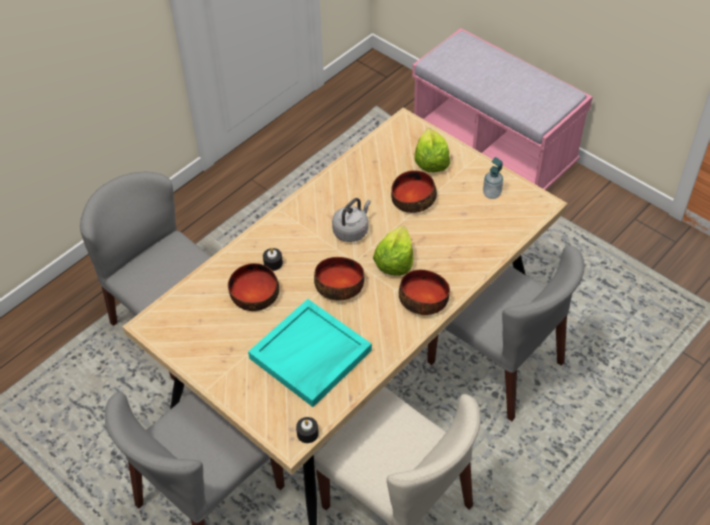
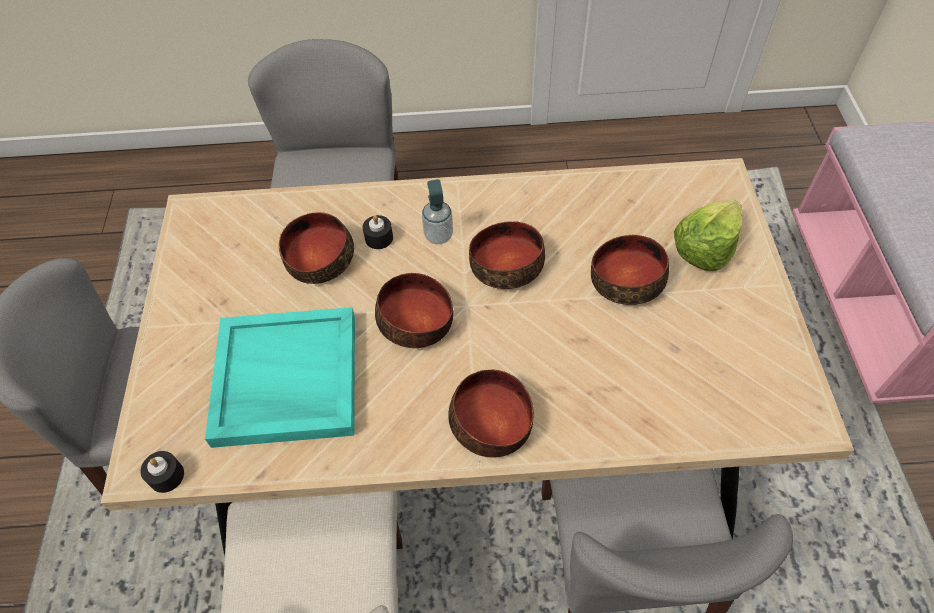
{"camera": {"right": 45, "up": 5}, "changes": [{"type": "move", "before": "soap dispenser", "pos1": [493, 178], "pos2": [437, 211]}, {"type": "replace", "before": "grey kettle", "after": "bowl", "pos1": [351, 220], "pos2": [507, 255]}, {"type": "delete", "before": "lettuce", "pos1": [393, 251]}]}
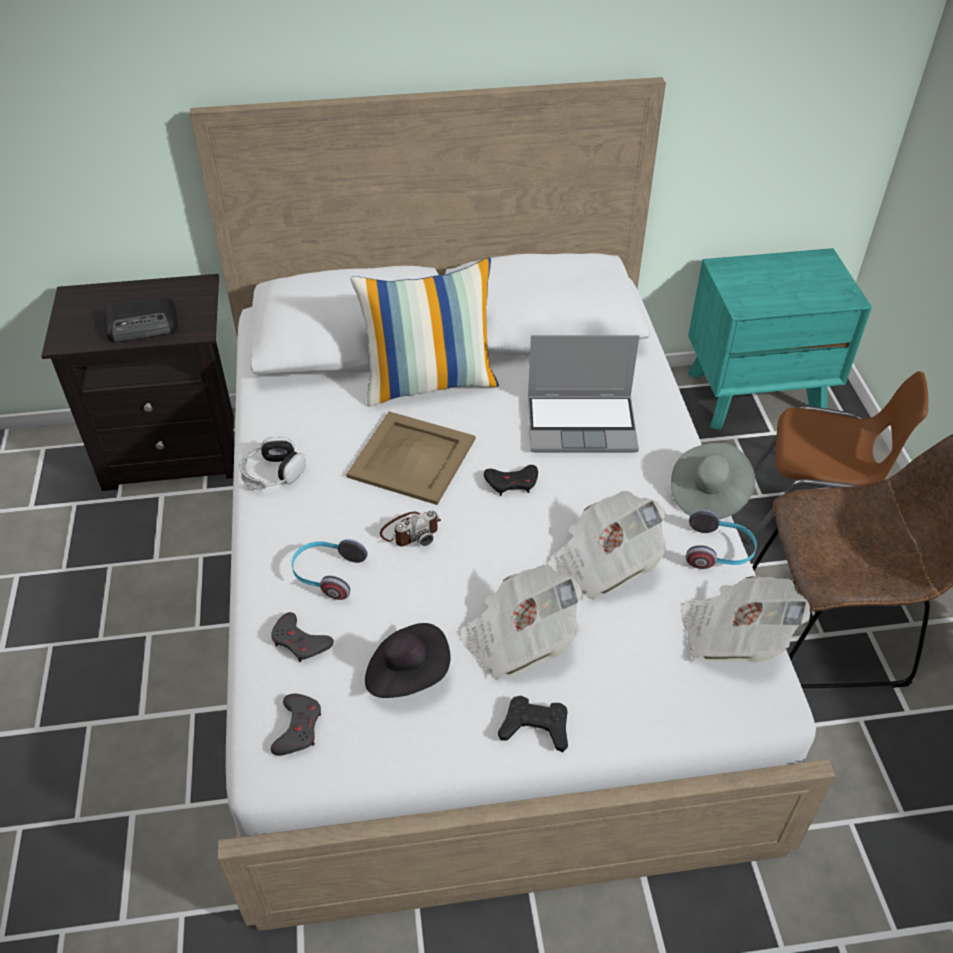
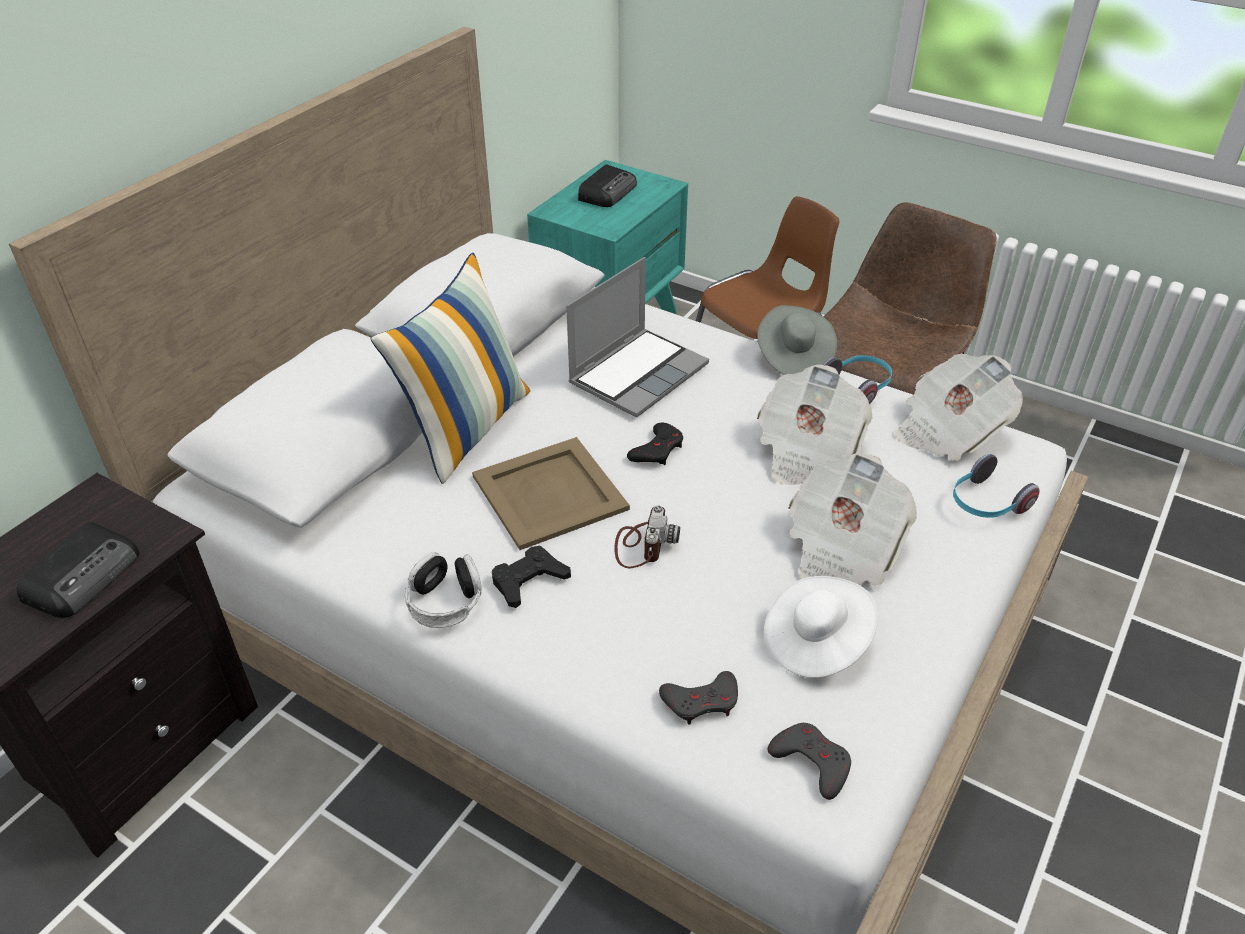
{"camera": {"right": -50, "up": -5}, "changes": [{"type": "move", "before": "black game controller", "pos1": [533, 723], "pos2": [531, 577]}, {"type": "insert", "after": "radio", "pos2": [607, 185]}, {"type": "recolor", "before": "black hat", "after": "white hat", "pos1": [408, 660], "pos2": [821, 627]}, {"type": "move", "before": "headphones", "pos1": [330, 569], "pos2": [996, 486]}]}
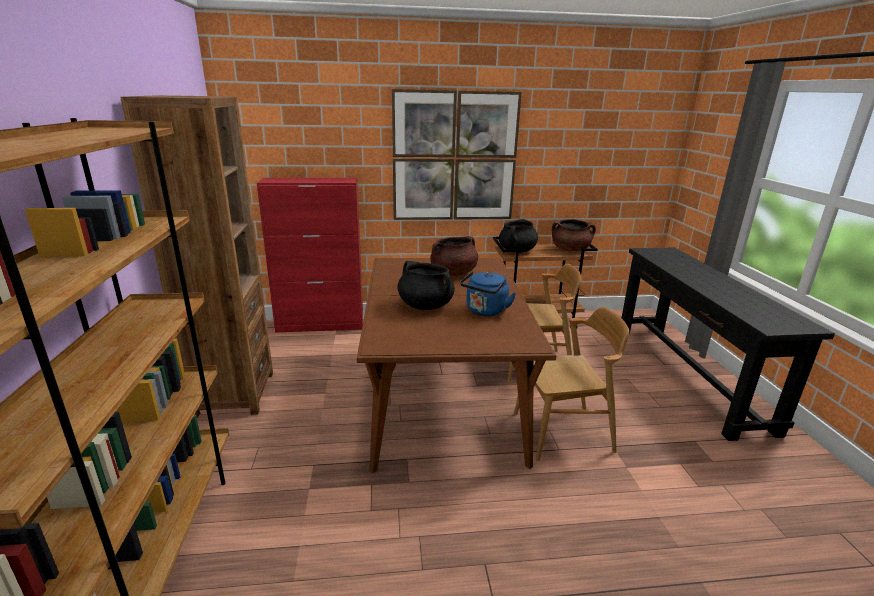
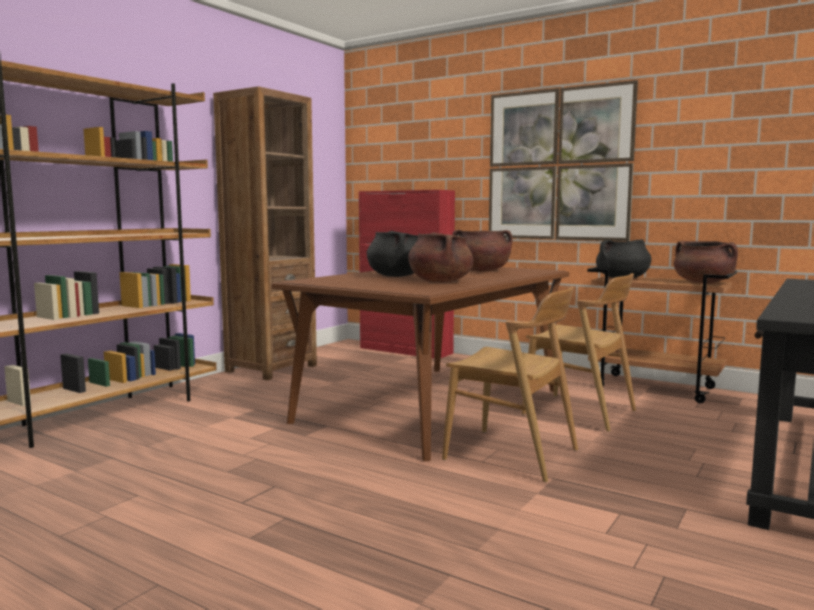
{"camera": {"right": 40, "up": -15}, "changes": [{"type": "replace", "before": "blue kettle", "after": "brown cooking pot", "pos1": [488, 293], "pos2": [441, 257]}]}
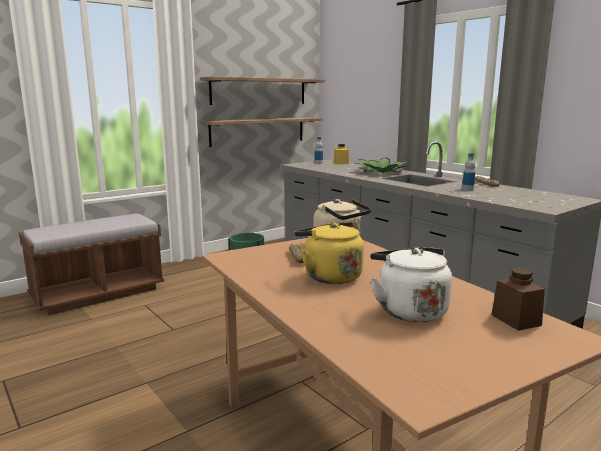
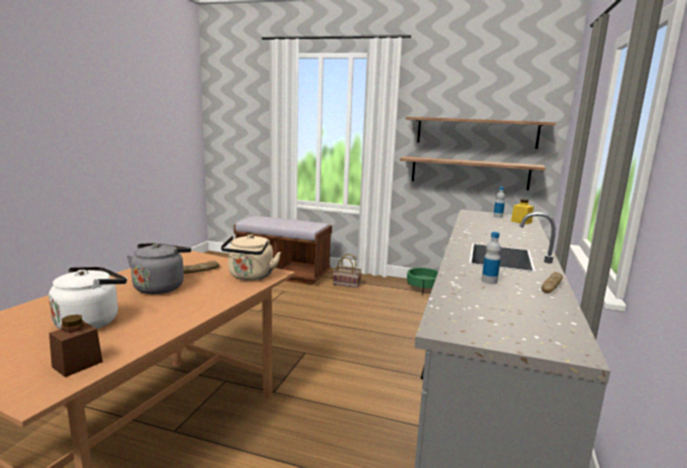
{"camera": {"right": 55, "up": 0}, "changes": [{"type": "recolor", "before": "yellow kettle", "after": "grey kettle", "pos1": [329, 253], "pos2": [159, 268]}, {"type": "insert", "after": "basket", "pos2": [347, 271]}, {"type": "delete", "before": "potted plant", "pos1": [381, 165]}]}
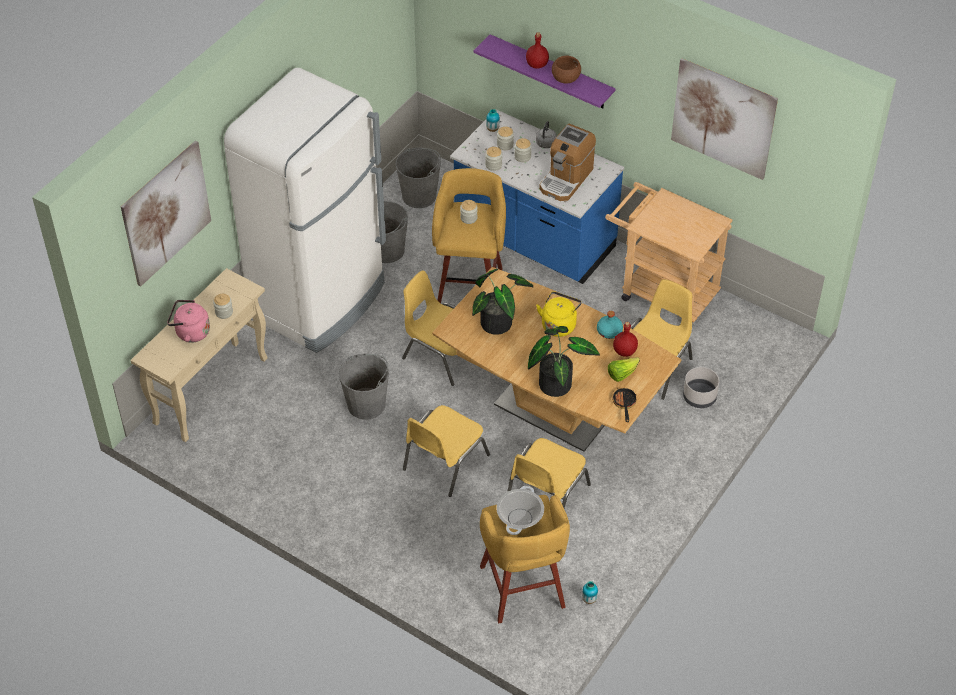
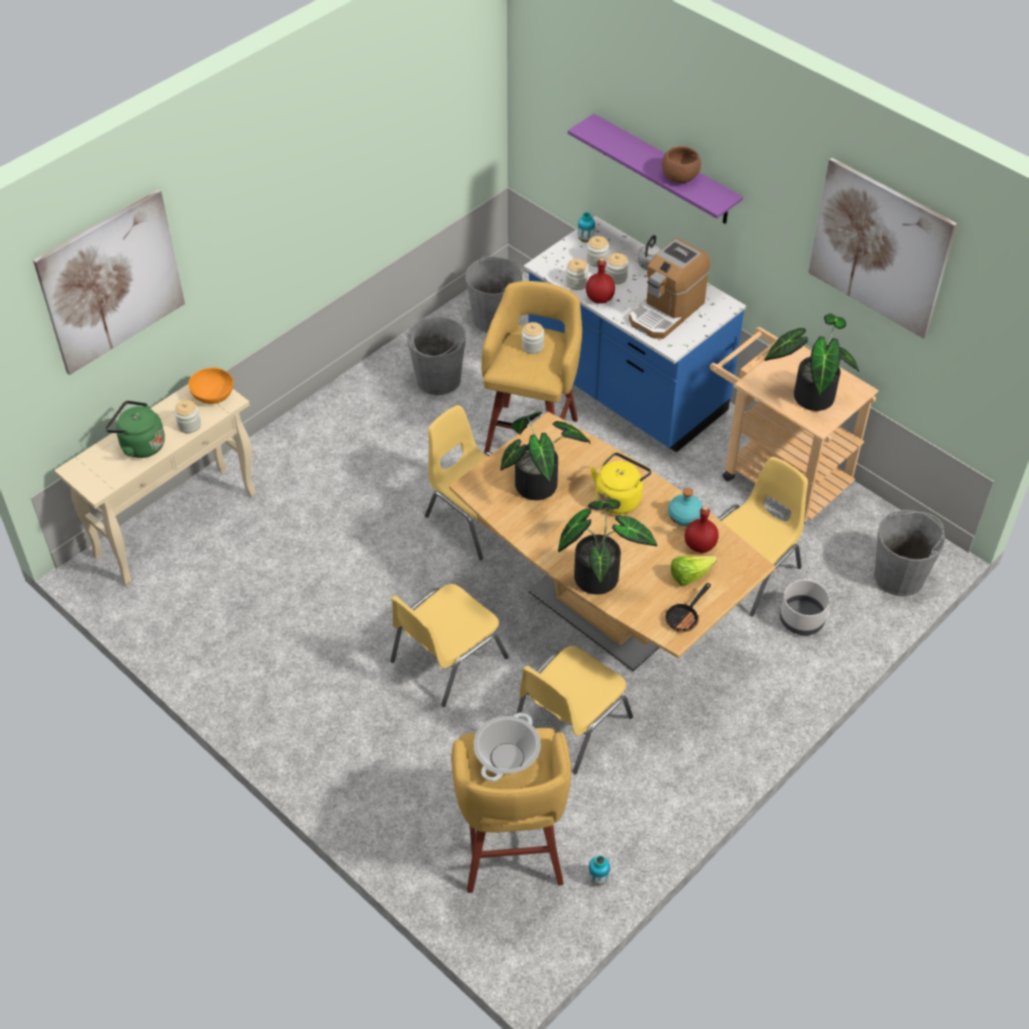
{"camera": {"right": 10, "up": 0}, "changes": [{"type": "recolor", "before": "pink kettle", "after": "green kettle", "pos1": [188, 321], "pos2": [135, 429]}, {"type": "insert", "after": "orange bowl", "pos2": [211, 385]}, {"type": "move", "before": "red bottle", "pos1": [537, 50], "pos2": [600, 281]}, {"type": "rotate", "before": "frying pan", "pos1": [625, 405], "pos2": [688, 608], "turn": -150}, {"type": "insert", "after": "potted plant", "pos2": [812, 362]}, {"type": "move", "before": "grey bucket", "pos1": [364, 386], "pos2": [909, 553]}, {"type": "delete", "before": "white fridge", "pos1": [305, 210]}]}
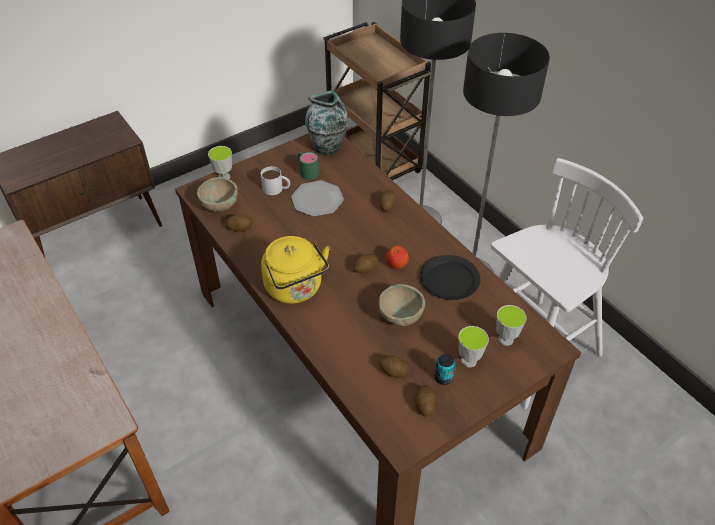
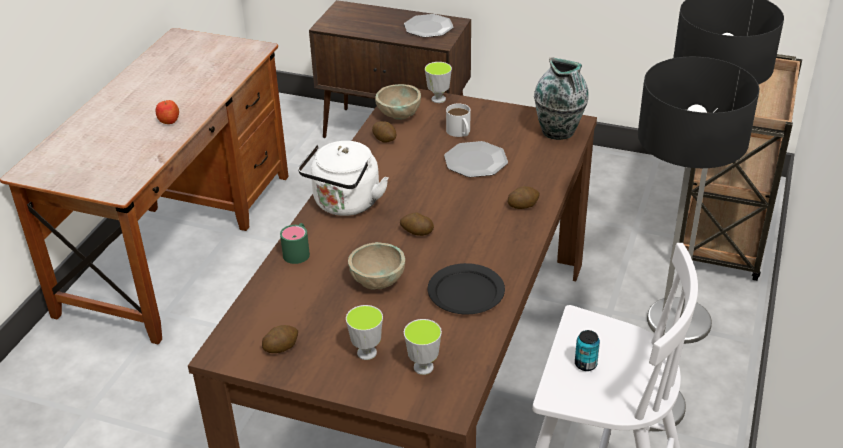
{"camera": {"right": 55, "up": -10}, "changes": [{"type": "move", "before": "apple", "pos1": [397, 257], "pos2": [167, 112]}, {"type": "move", "before": "green mug", "pos1": [308, 166], "pos2": [295, 243]}, {"type": "recolor", "before": "yellow kettle", "after": "white kettle", "pos1": [295, 270], "pos2": [343, 178]}, {"type": "insert", "after": "plate", "pos2": [429, 26]}, {"type": "move", "before": "can", "pos1": [445, 369], "pos2": [587, 350]}, {"type": "delete", "before": "potato", "pos1": [393, 367]}]}
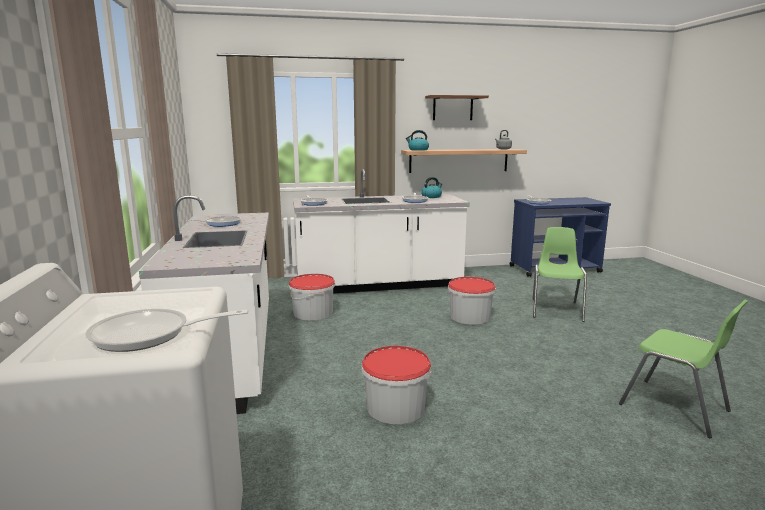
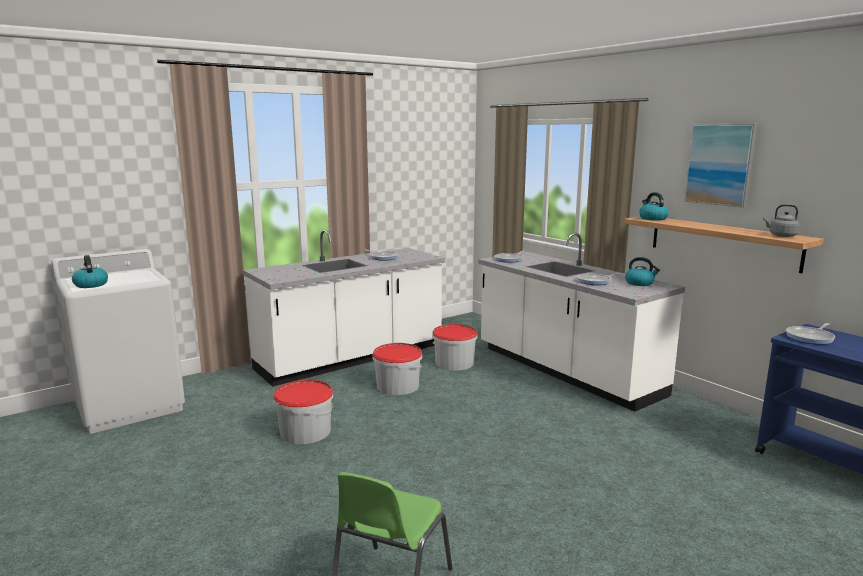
{"camera": {"right": 65, "up": 0}, "changes": [{"type": "replace", "before": "frying pan", "after": "kettle", "pos1": [166, 330], "pos2": [90, 271]}, {"type": "move", "before": "bucket", "pos1": [472, 301], "pos2": [397, 369]}, {"type": "replace", "before": "brown shelf", "after": "picture", "pos1": [457, 107], "pos2": [720, 165]}, {"type": "delete", "before": "green chair", "pos1": [559, 274]}]}
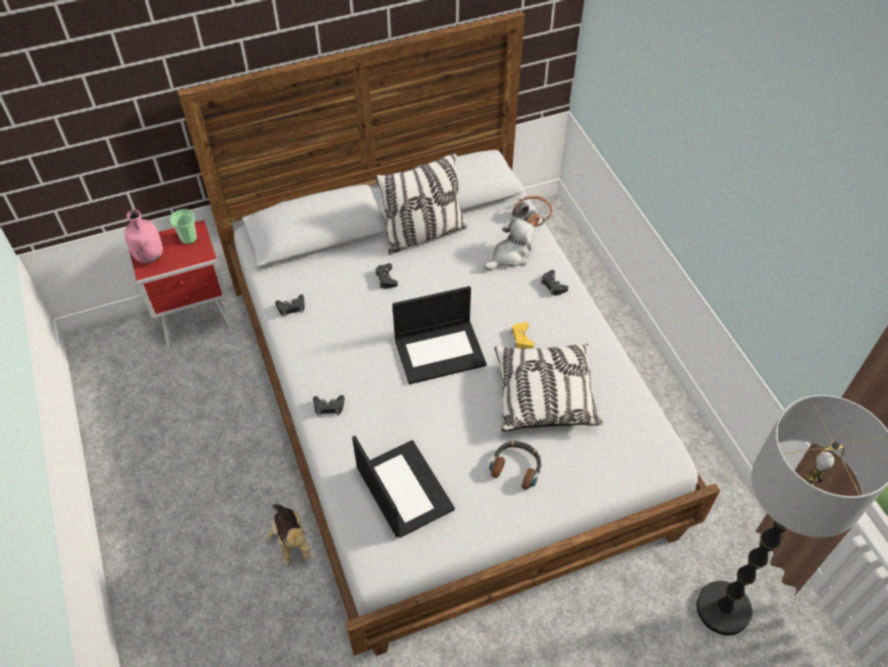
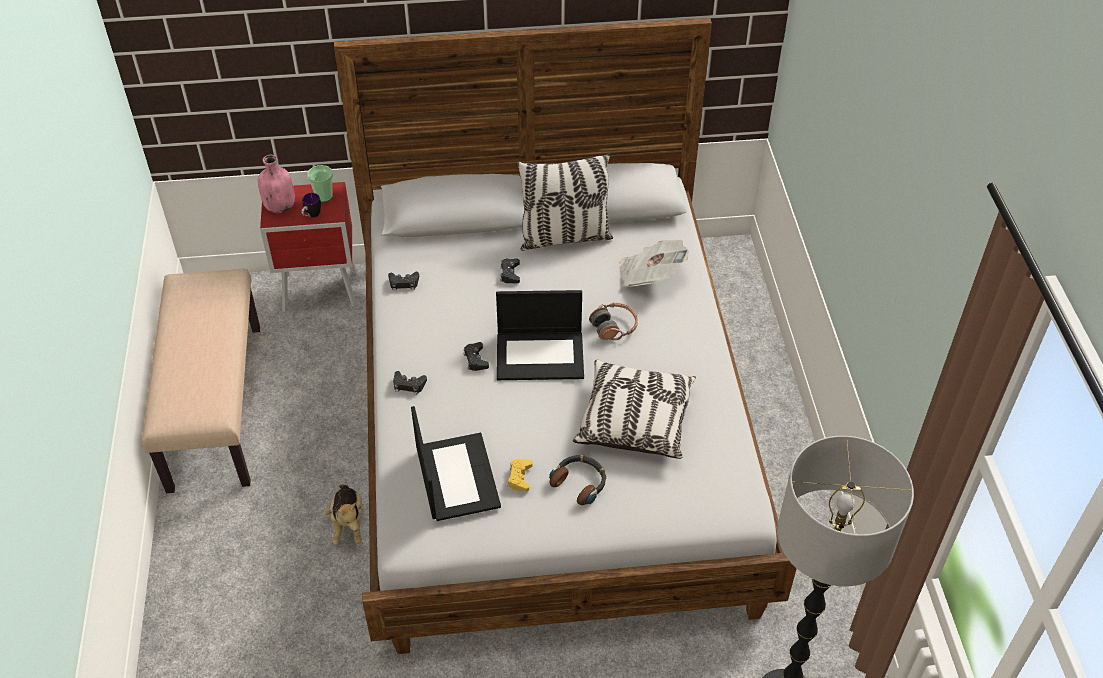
{"camera": {"right": 15, "up": -5}, "changes": [{"type": "insert", "after": "beige bench", "pos2": [201, 381]}, {"type": "insert", "after": "mug", "pos2": [311, 205]}, {"type": "move", "before": "black game controller", "pos1": [554, 283], "pos2": [476, 356]}, {"type": "move", "before": "yellow game controller", "pos1": [522, 335], "pos2": [520, 475]}, {"type": "move", "before": "headphones", "pos1": [532, 211], "pos2": [613, 321]}, {"type": "replace", "before": "plush toy", "after": "newspaper", "pos1": [509, 244], "pos2": [654, 263]}]}
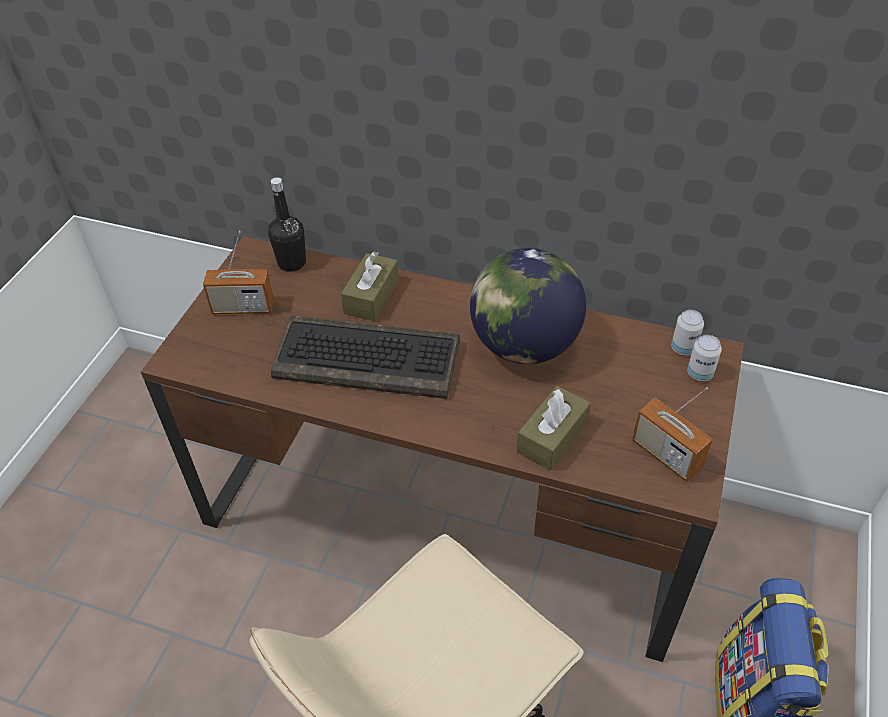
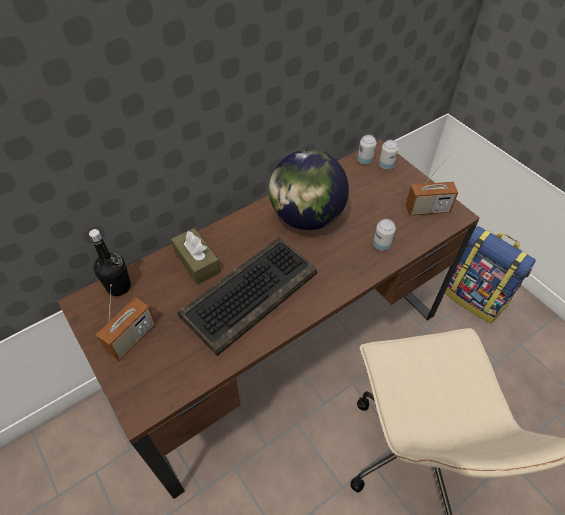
{"camera": {"right": -55, "up": 5}, "changes": [{"type": "replace", "before": "brown tissue box", "after": "can", "pos1": [554, 428], "pos2": [384, 235]}]}
